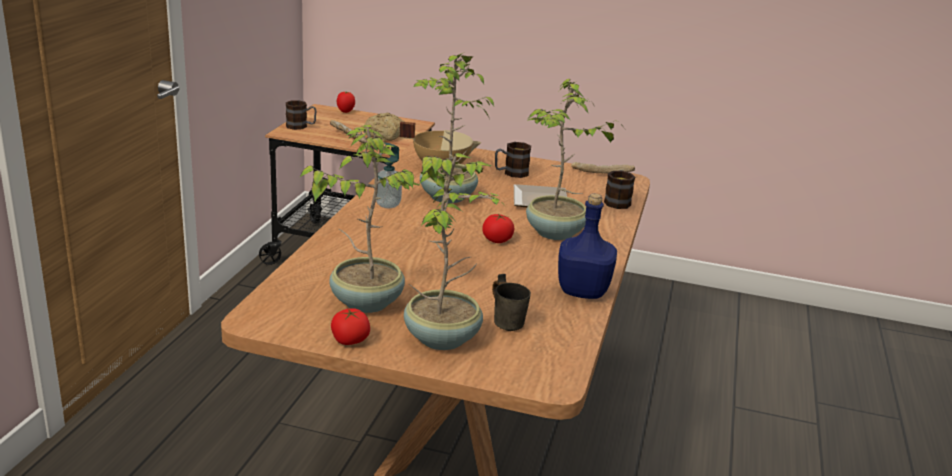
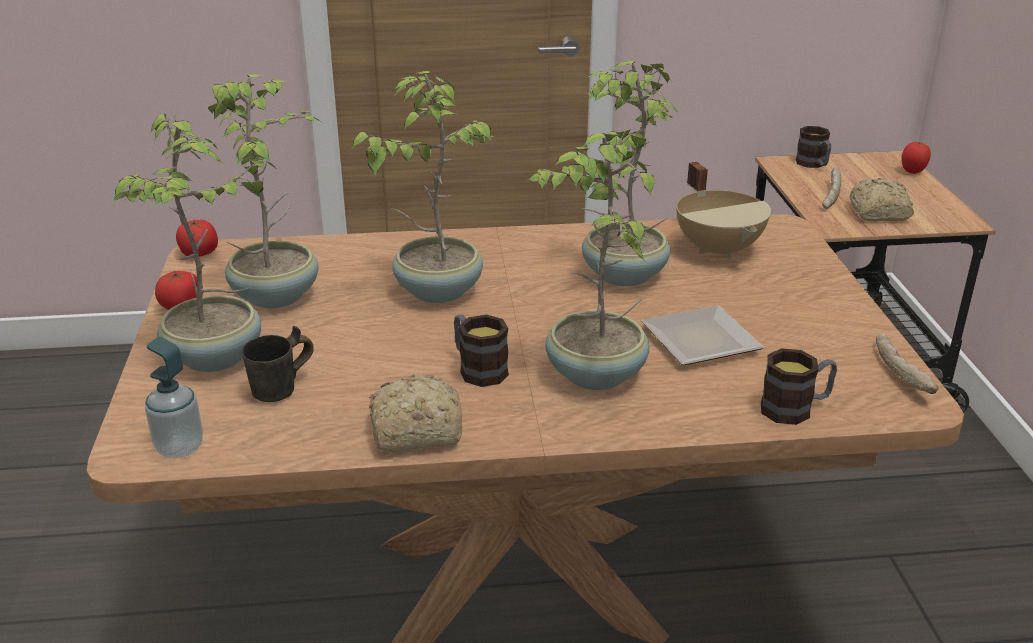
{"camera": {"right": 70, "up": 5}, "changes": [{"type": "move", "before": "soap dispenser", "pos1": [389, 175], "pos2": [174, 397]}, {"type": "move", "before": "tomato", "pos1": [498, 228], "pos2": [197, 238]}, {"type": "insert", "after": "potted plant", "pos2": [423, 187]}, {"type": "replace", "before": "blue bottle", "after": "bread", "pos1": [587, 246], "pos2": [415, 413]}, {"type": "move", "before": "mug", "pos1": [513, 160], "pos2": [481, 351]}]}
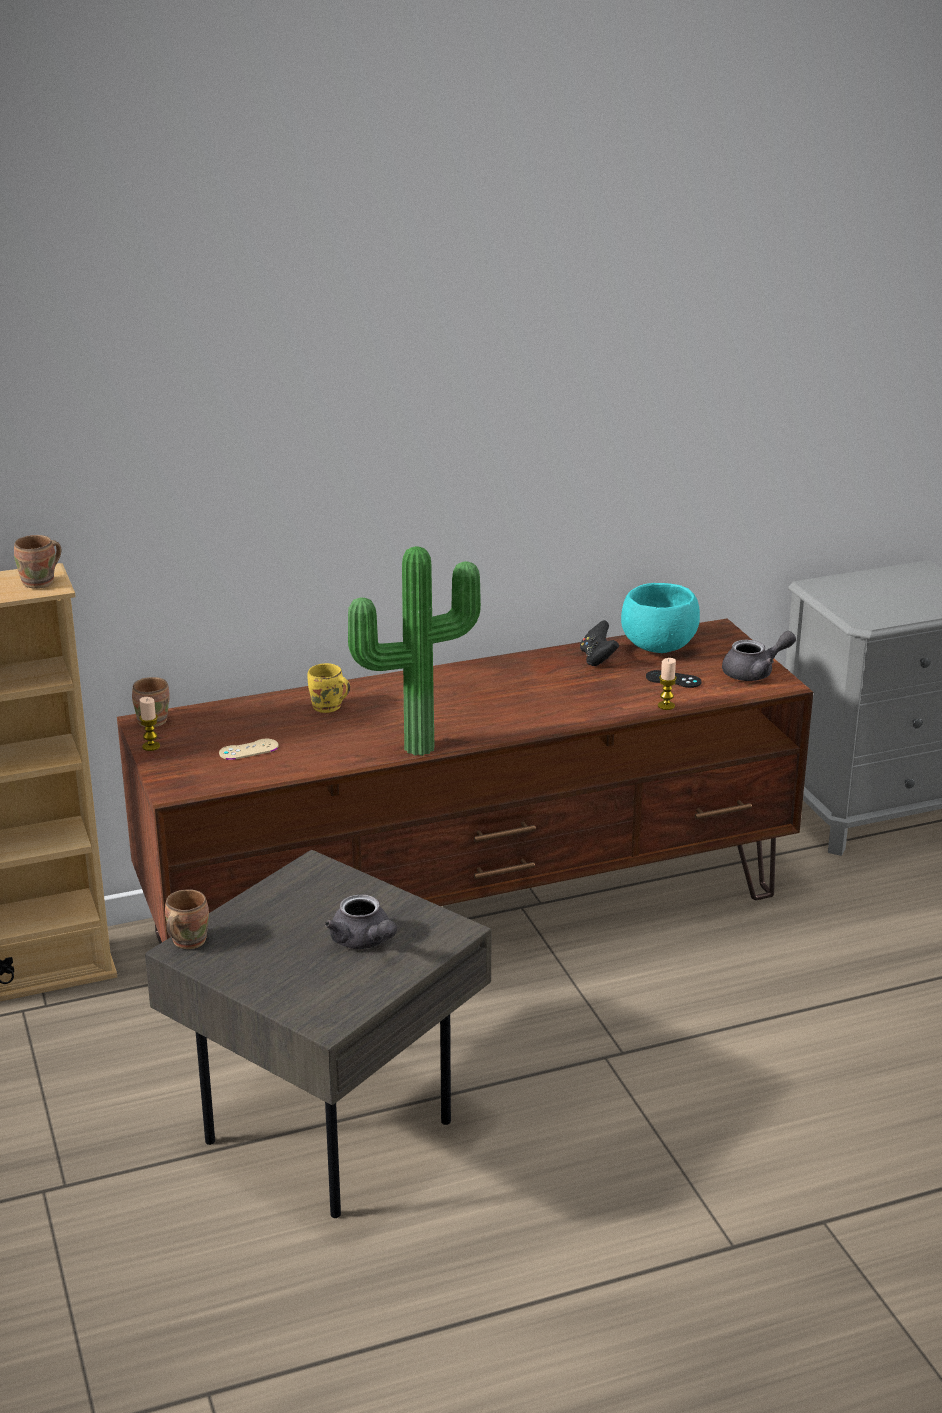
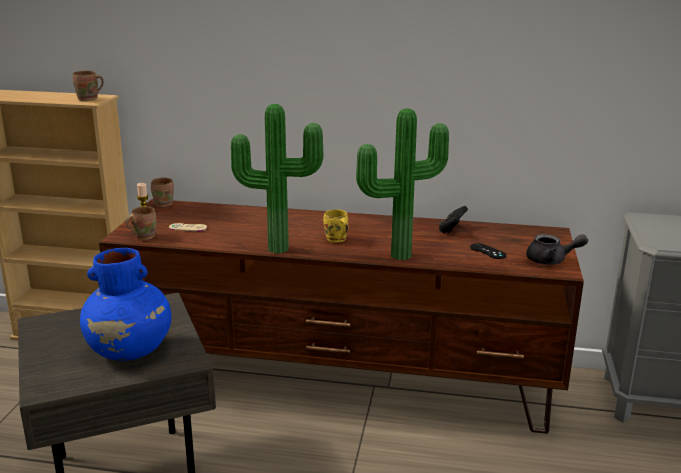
{"camera": {"right": 30, "up": -5}, "changes": [{"type": "replace", "before": "grey teapot", "after": "blue vase", "pos1": [361, 921], "pos2": [126, 304]}, {"type": "move", "before": "brown mug", "pos1": [187, 919], "pos2": [141, 223]}, {"type": "move", "before": "yellow mug", "pos1": [329, 688], "pos2": [336, 226]}, {"type": "insert", "after": "potted plant", "pos2": [402, 184]}, {"type": "delete", "before": "turquoise bowl", "pos1": [660, 618]}, {"type": "delete", "before": "candle", "pos1": [667, 684]}]}
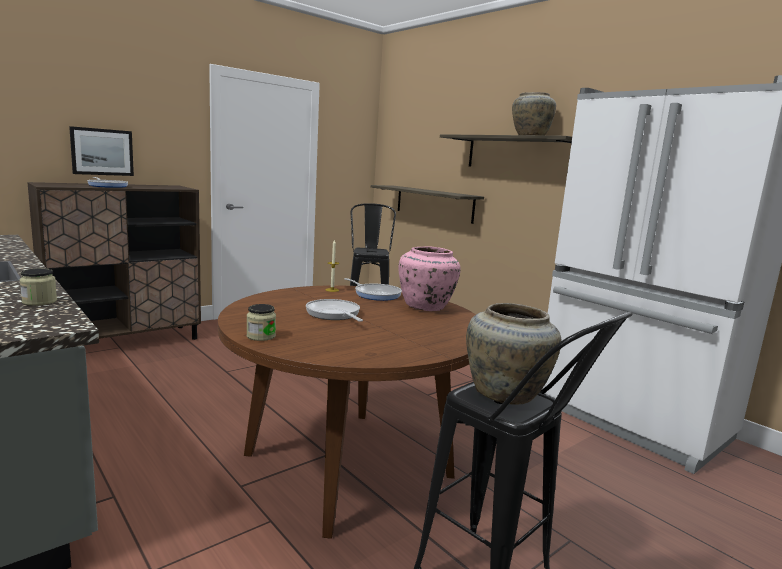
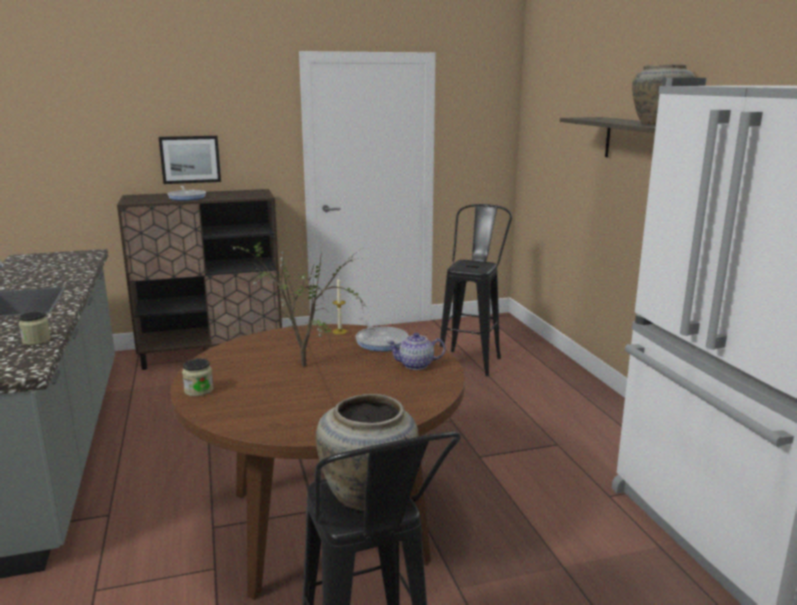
{"camera": {"right": 25, "up": 5}, "changes": [{"type": "replace", "before": "frying pan", "after": "potted plant", "pos1": [334, 310], "pos2": [297, 302]}, {"type": "replace", "before": "pink vase", "after": "teapot", "pos1": [429, 278], "pos2": [416, 351]}, {"type": "delete", "before": "shelf", "pos1": [427, 204]}]}
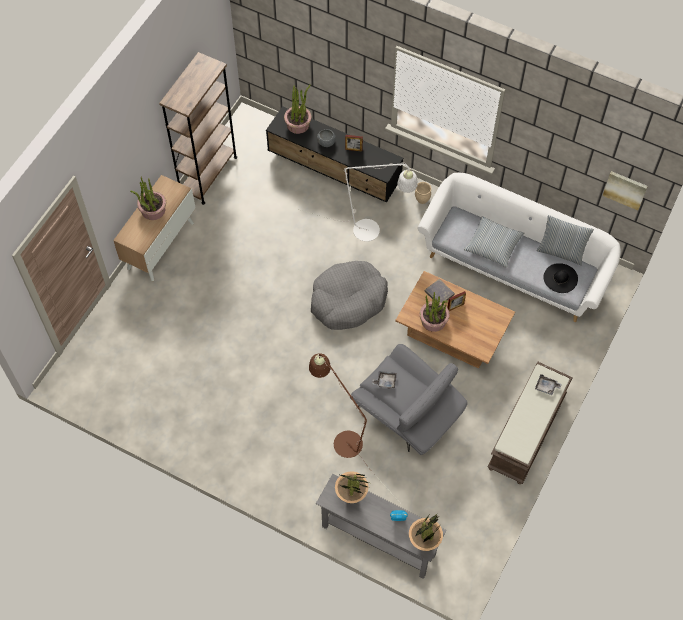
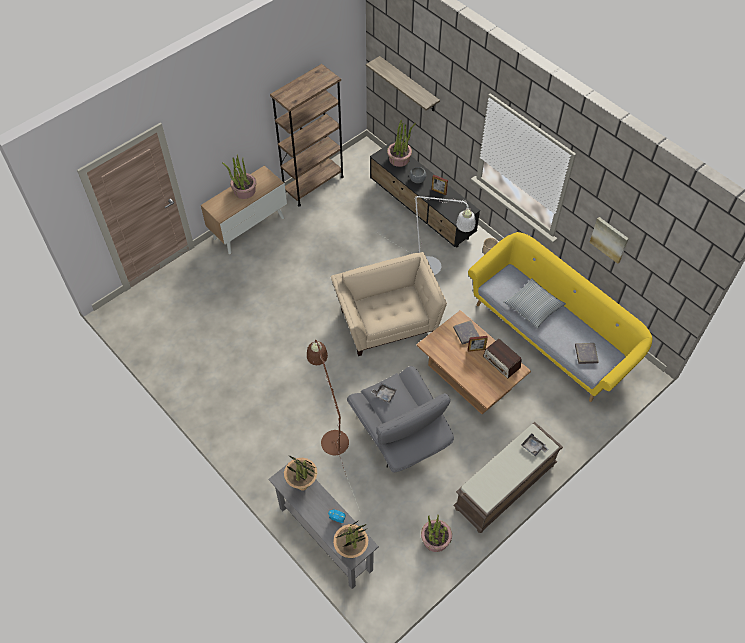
{"camera": {"right": 20, "up": -5}, "changes": [{"type": "replace", "before": "grey dog bed", "after": "beige armchair", "pos1": [349, 295], "pos2": [389, 304]}, {"type": "insert", "after": "shelf", "pos2": [403, 83]}, {"type": "move", "before": "potted plant", "pos1": [435, 312], "pos2": [436, 533]}, {"type": "recolor", "before": "white sofa", "after": "yellow sofa", "pos1": [519, 247], "pos2": [560, 317]}, {"type": "insert", "after": "radio", "pos2": [502, 358]}, {"type": "replace", "before": "black hat", "after": "grey book", "pos1": [561, 278], "pos2": [587, 353]}, {"type": "move", "before": "picture", "pos1": [625, 190], "pos2": [609, 240]}, {"type": "delete", "before": "pillow", "pos1": [565, 240]}]}
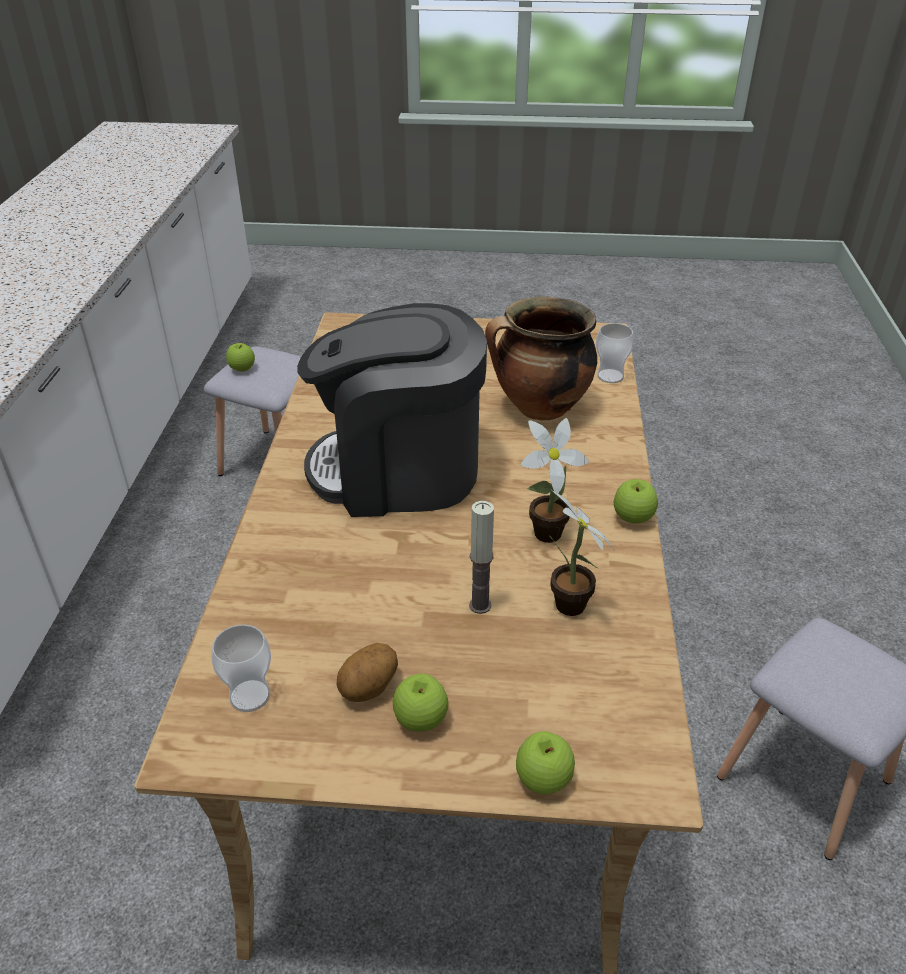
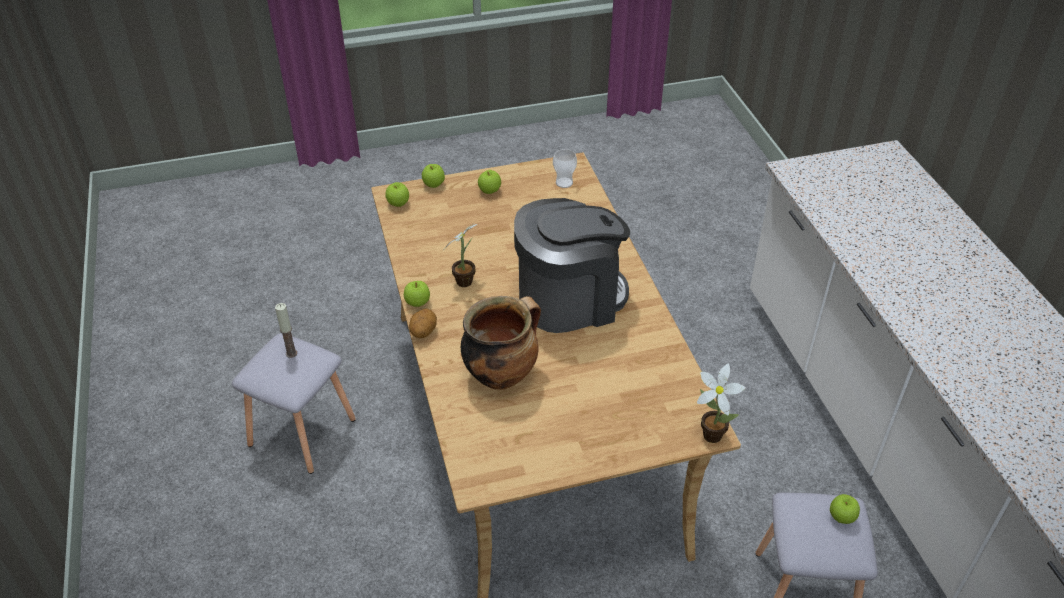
{"camera": {"right": 160, "up": 5}, "changes": [{"type": "move", "before": "candle", "pos1": [481, 557], "pos2": [286, 330]}, {"type": "insert", "after": "apple", "pos2": [397, 194]}, {"type": "move", "before": "potato", "pos1": [367, 672], "pos2": [423, 323]}, {"type": "move", "before": "potted plant", "pos1": [582, 552], "pos2": [721, 403]}, {"type": "delete", "before": "cup", "pos1": [615, 353]}]}
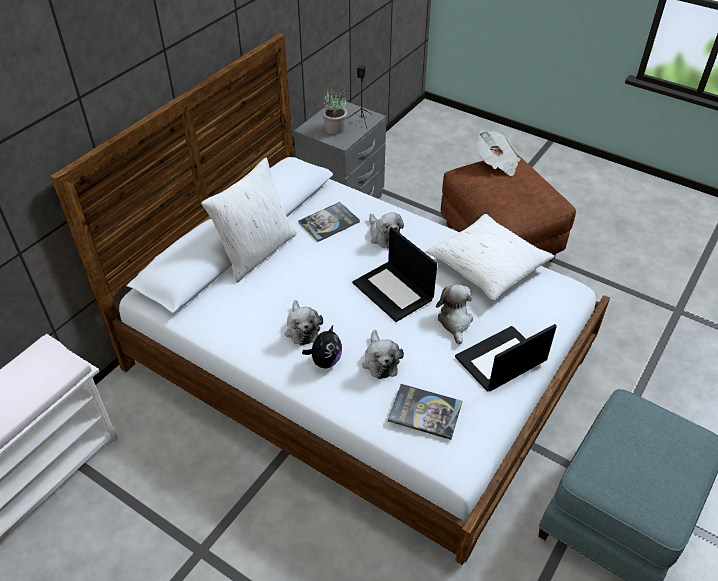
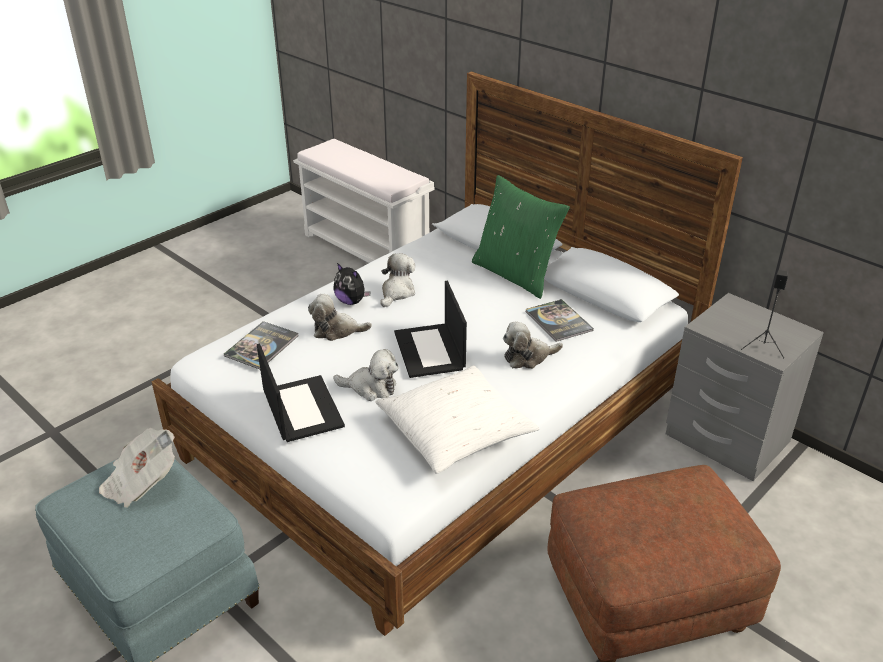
{"camera": {"right": 100, "up": -10}, "changes": [{"type": "move", "before": "newspaper", "pos1": [498, 153], "pos2": [137, 467]}, {"type": "rotate", "before": "plush toy", "pos1": [304, 323], "pos2": [397, 280], "turn": 120}, {"type": "rotate", "before": "laptop", "pos1": [395, 274], "pos2": [430, 329], "turn": -75}, {"type": "recolor", "before": "white pillow", "after": "green pillow", "pos1": [249, 220], "pos2": [521, 237]}, {"type": "delete", "before": "potted plant", "pos1": [334, 111]}]}
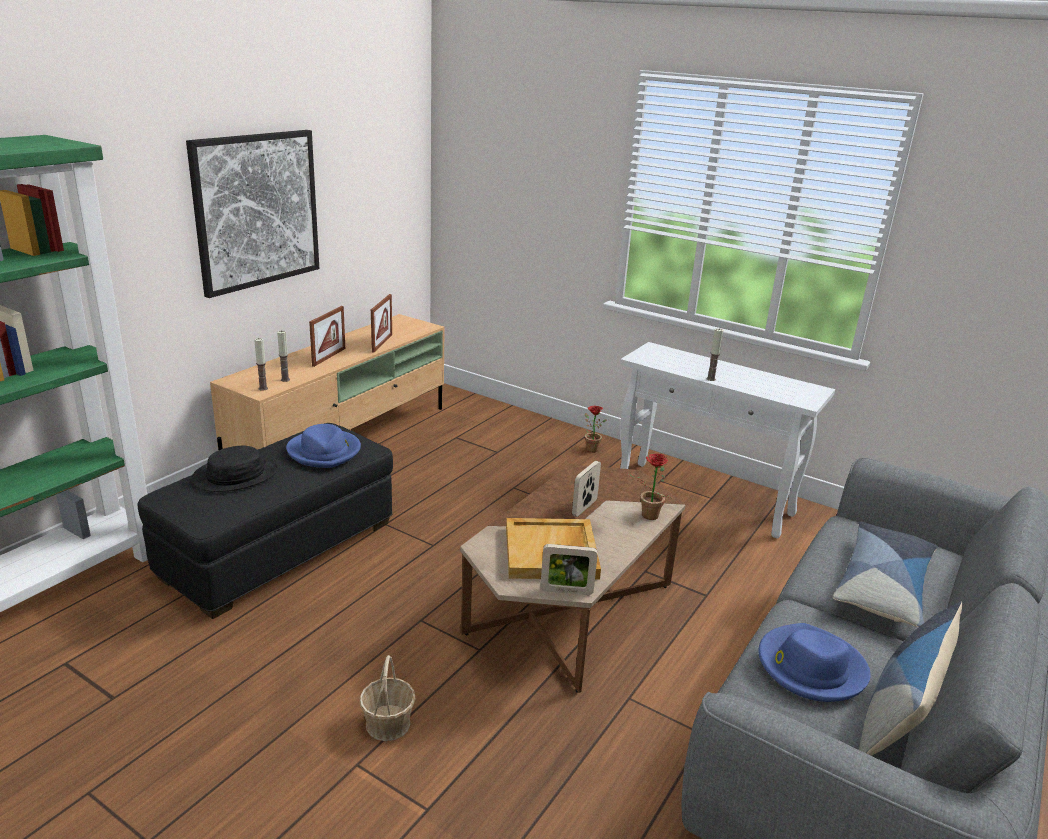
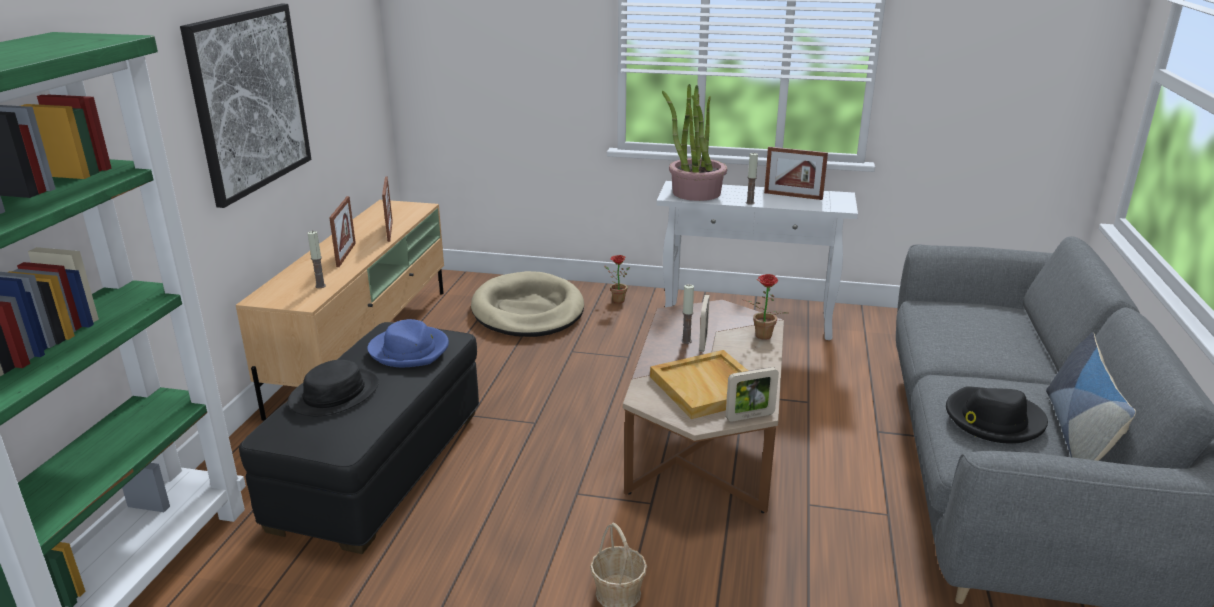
{"camera": {"right": -20, "up": 0}, "changes": [{"type": "insert", "after": "beige dog bed", "pos2": [527, 304]}, {"type": "insert", "after": "potted plant", "pos2": [694, 142]}, {"type": "move", "before": "candle", "pos1": [261, 364], "pos2": [687, 314]}, {"type": "insert", "after": "picture frame", "pos2": [796, 173]}, {"type": "recolor", "before": "blue hat", "after": "black hat", "pos1": [814, 662], "pos2": [997, 415]}, {"type": "delete", "before": "pillow", "pos1": [885, 574]}]}
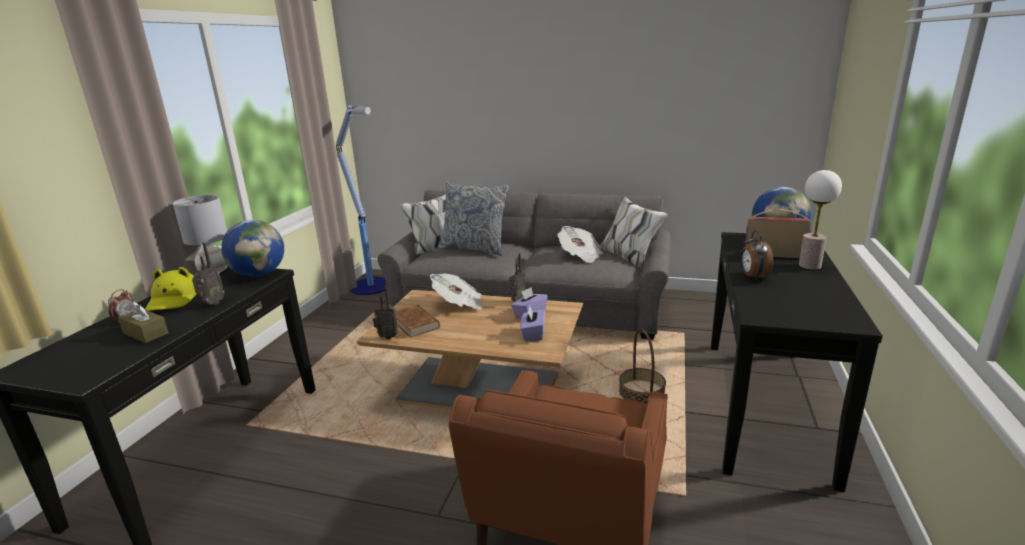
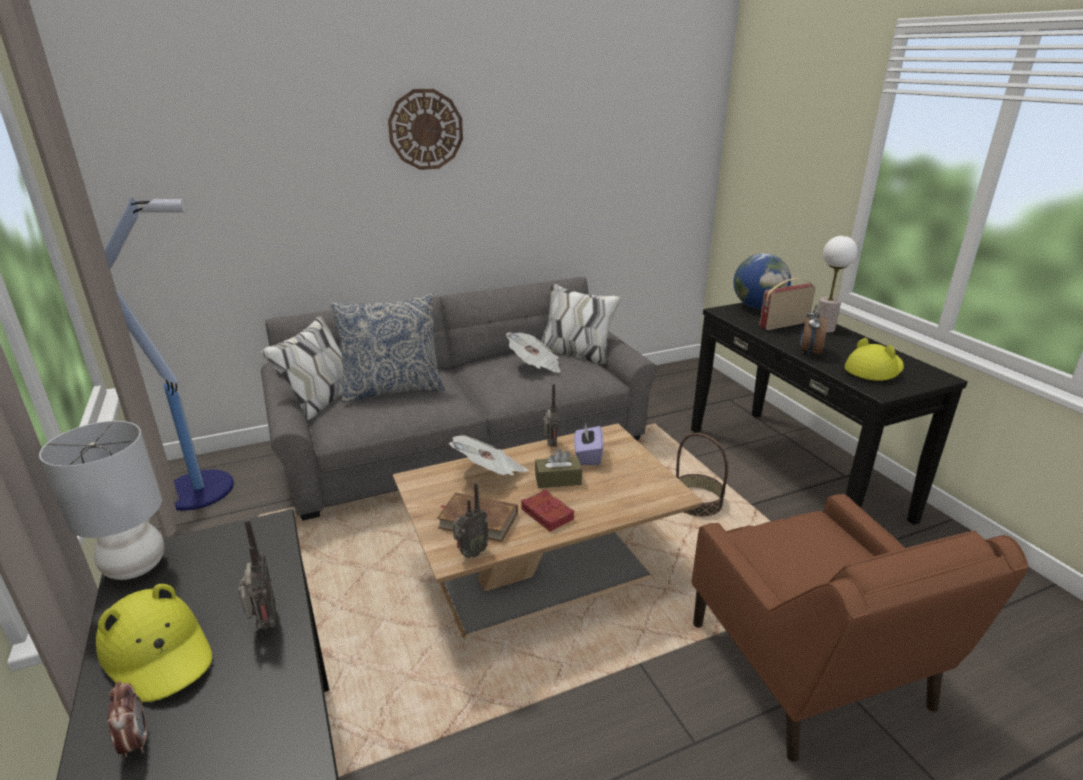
{"camera": {"right": -40, "up": 5}, "changes": [{"type": "insert", "after": "wall clock", "pos2": [425, 129]}, {"type": "insert", "after": "red book", "pos2": [547, 510]}, {"type": "move", "before": "brown tissue box", "pos1": [143, 322], "pos2": [558, 468]}, {"type": "rotate", "before": "alarm clock", "pos1": [757, 256], "pos2": [813, 330], "turn": 60}, {"type": "insert", "after": "yellow hat", "pos2": [874, 359]}, {"type": "delete", "before": "globe", "pos1": [252, 248]}, {"type": "delete", "before": "purple tissue box", "pos1": [532, 323]}]}
